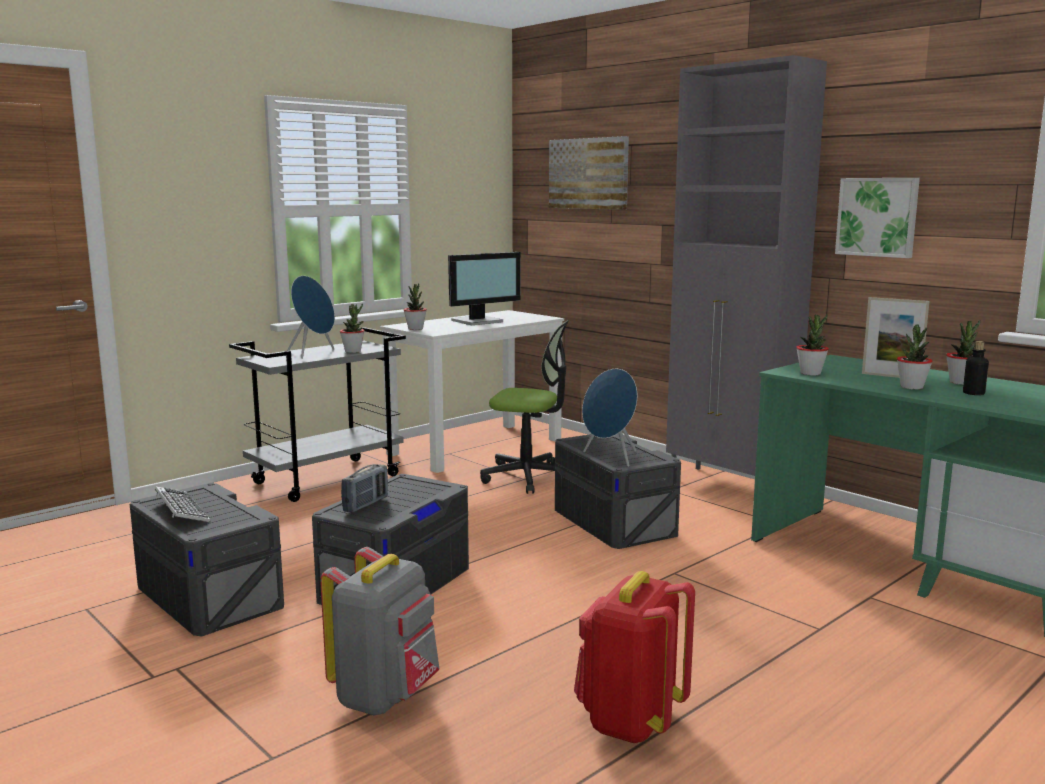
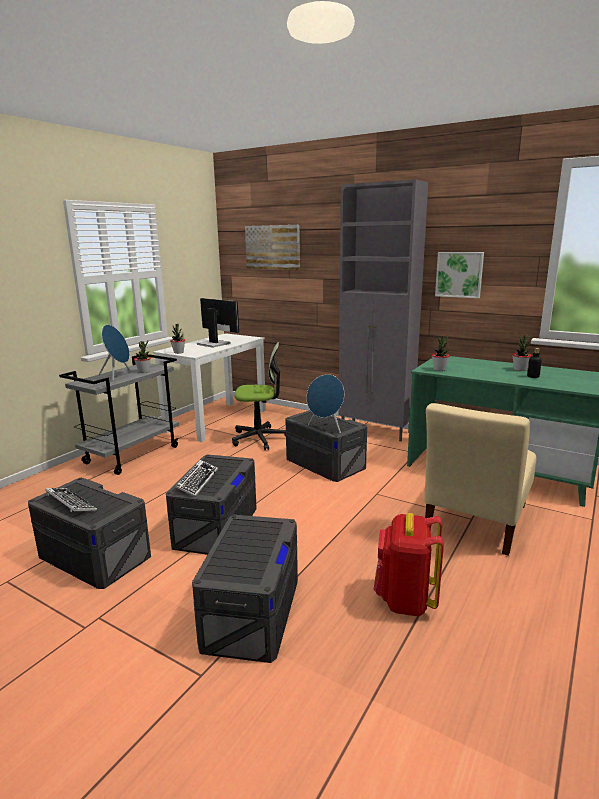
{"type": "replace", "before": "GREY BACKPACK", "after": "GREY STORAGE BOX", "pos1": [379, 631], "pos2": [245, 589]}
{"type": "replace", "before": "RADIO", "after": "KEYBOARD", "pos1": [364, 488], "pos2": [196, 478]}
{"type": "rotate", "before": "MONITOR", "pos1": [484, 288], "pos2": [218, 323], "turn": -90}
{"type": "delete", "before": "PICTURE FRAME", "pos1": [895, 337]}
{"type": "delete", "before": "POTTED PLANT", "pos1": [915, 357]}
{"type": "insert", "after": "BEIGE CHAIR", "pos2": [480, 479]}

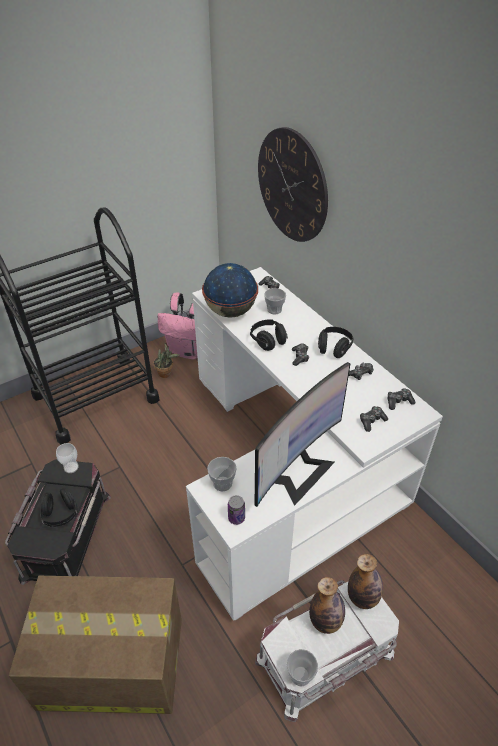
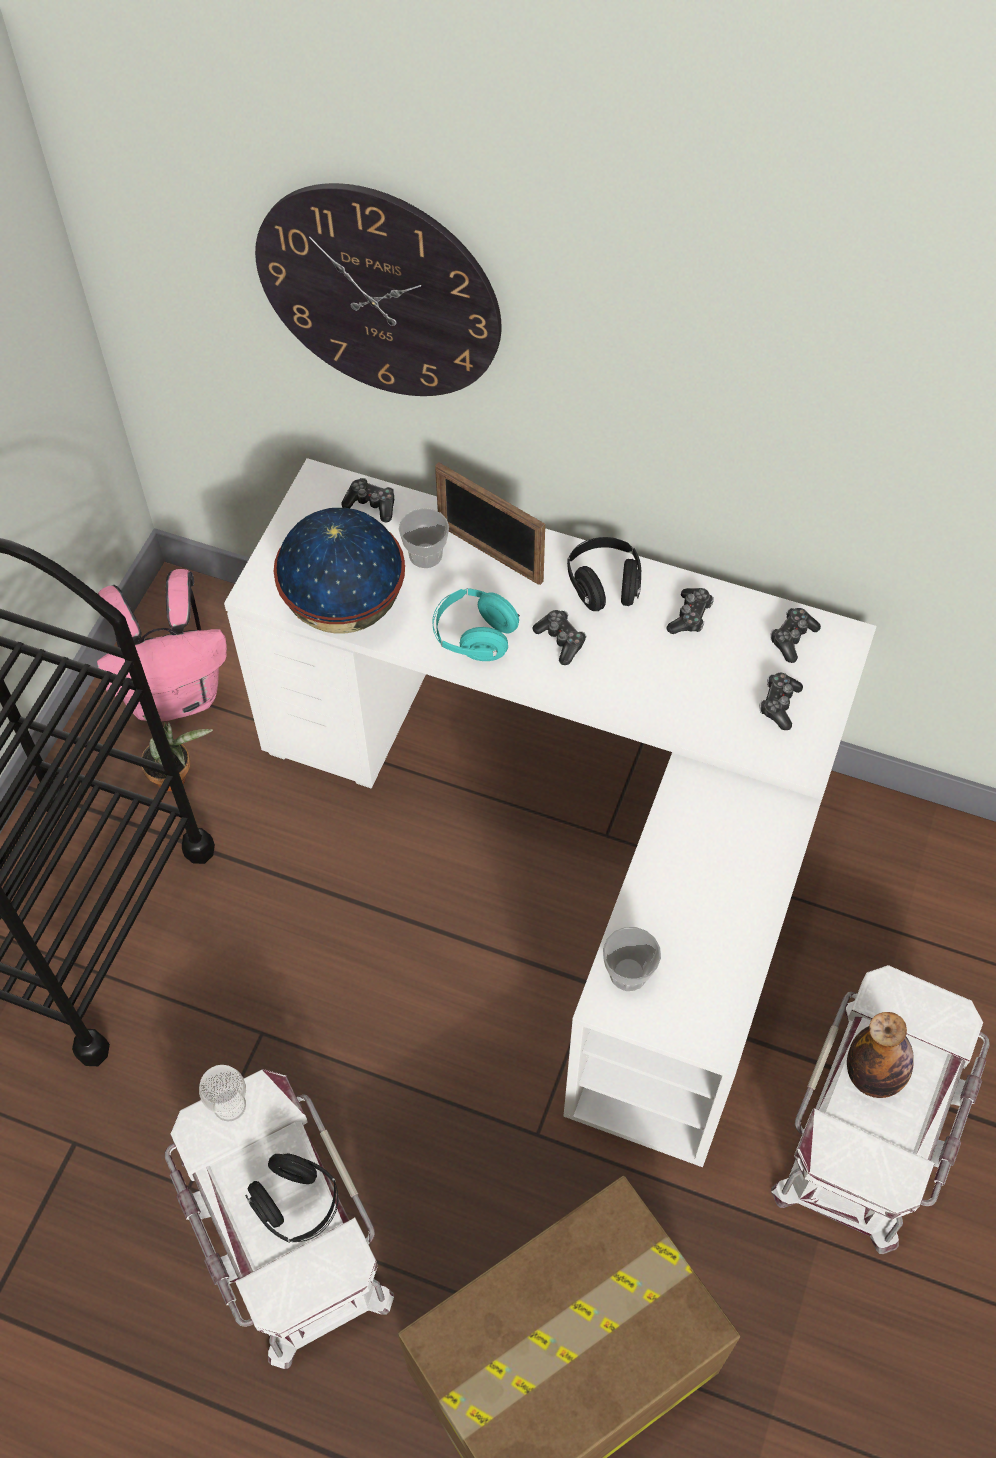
{"type": "recolor", "before": "BLACK STORAGE BOX", "after": "WHITE STORAGE BOX", "pos1": [58, 522], "pos2": [279, 1219]}
{"type": "delete", "before": "CAN", "pos1": [236, 510]}
{"type": "recolor", "before": "BLACK HEADPHONES", "after": "TURQUOISE HEADPHONES", "pos1": [269, 335], "pos2": [476, 624]}
{"type": "delete", "before": "MONITOR", "pos1": [303, 434]}
{"type": "delete", "before": "CUP", "pos1": [302, 668]}
{"type": "delete", "before": "BOTTLE", "pos1": [365, 581]}
{"type": "insert", "after": "PICTURE FRAME", "pos2": [490, 523]}

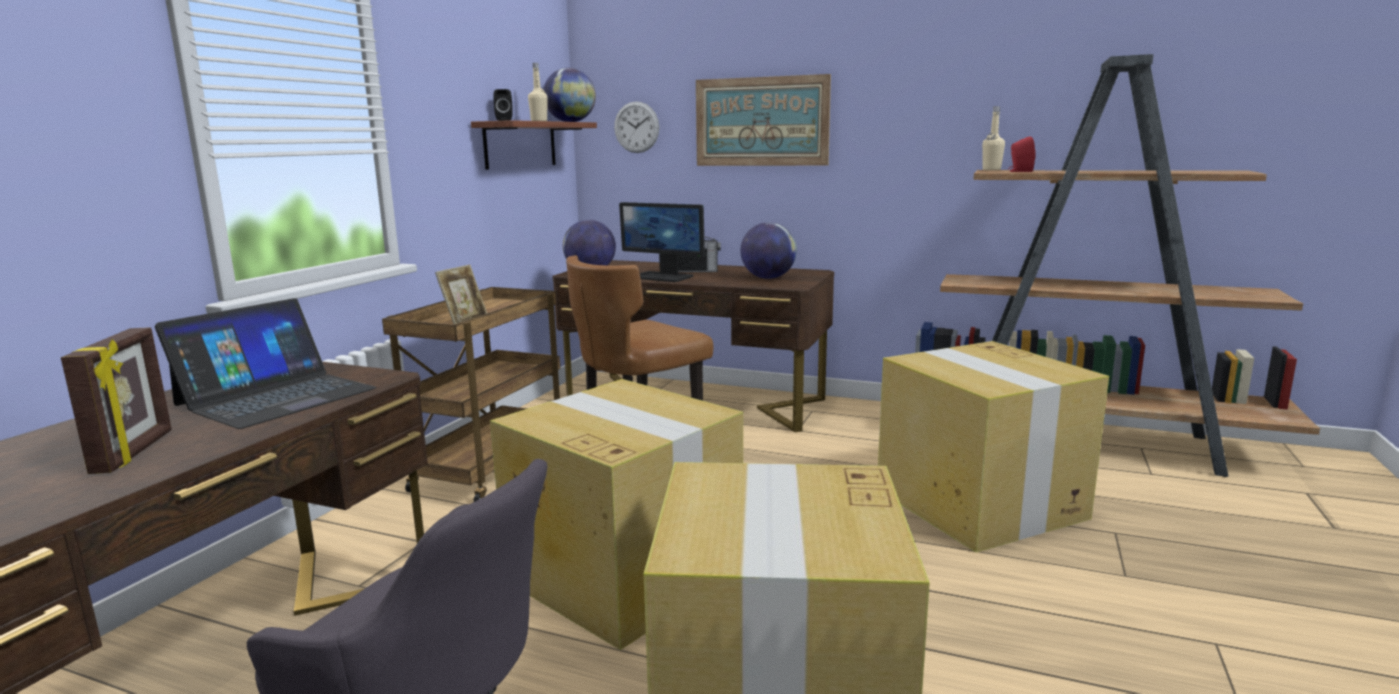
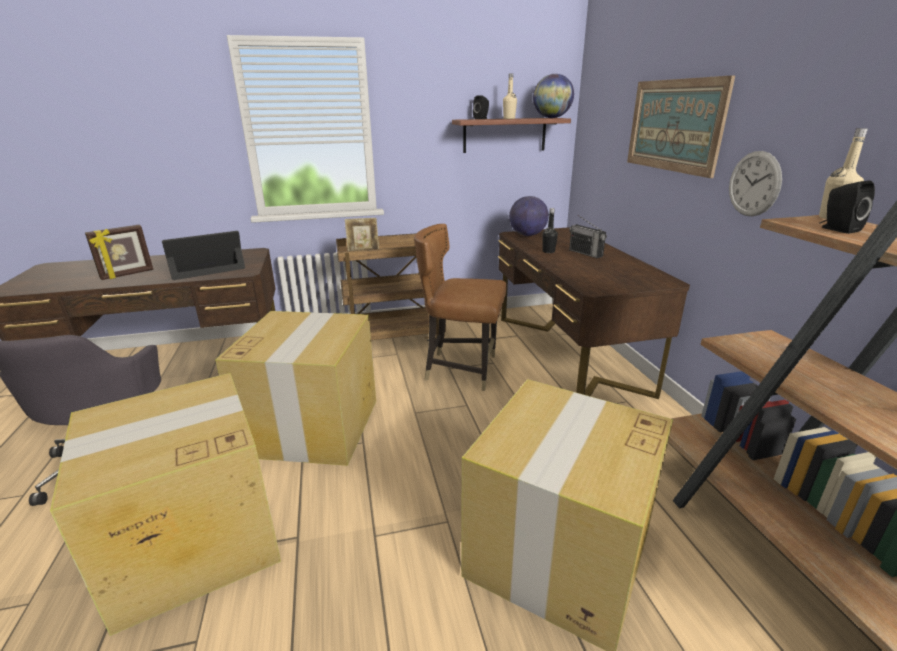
{"type": "rotate", "before": "LAPTOP", "pos1": [266, 363], "pos2": [203, 255], "turn": 150}
{"type": "move", "before": "WALL CLOCK", "pos1": [636, 127], "pos2": [755, 183]}
{"type": "replace", "before": "MONITOR", "after": "BLACK BOTTLE", "pos1": [662, 242], "pos2": [550, 230]}
{"type": "delete", "before": "GLOBE", "pos1": [769, 250]}
{"type": "recolor", "before": "RED SPEAKER", "after": "BLACK SPEAKER", "pos1": [1022, 154], "pos2": [847, 207]}

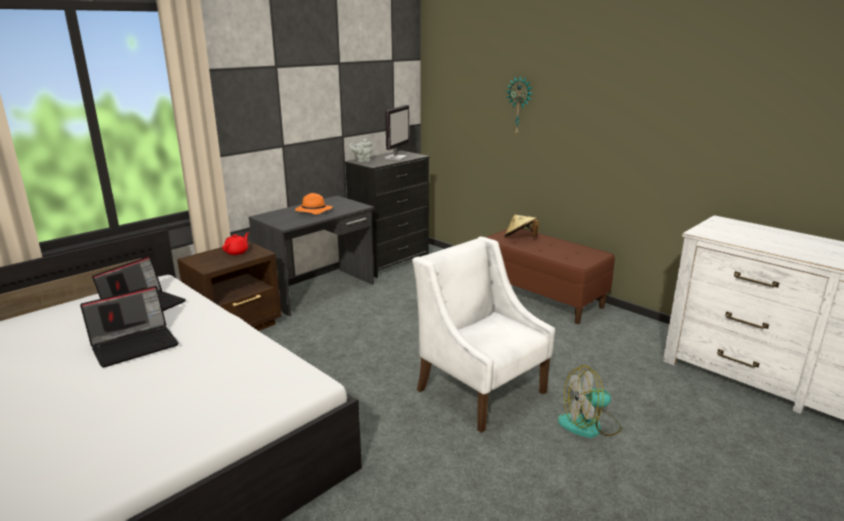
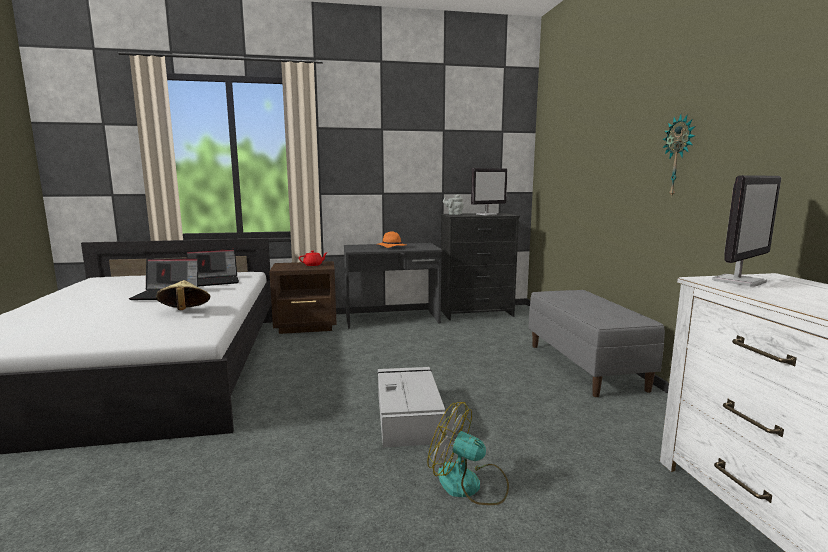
{"type": "replace", "before": "WHITE ARMCHAIR", "after": "GREY STORAGE BOX", "pos1": [483, 335], "pos2": [412, 407]}
{"type": "recolor", "before": "BROWN BENCH", "after": "GREY BENCH", "pos1": [550, 276], "pos2": [596, 343]}
{"type": "move", "before": "BEIGE HAT", "pos1": [521, 226], "pos2": [183, 295]}
{"type": "move", "before": "WALL CLOCK", "pos1": [519, 105], "pos2": [678, 156]}
{"type": "insert", "after": "MONITOR", "pos2": [746, 230]}

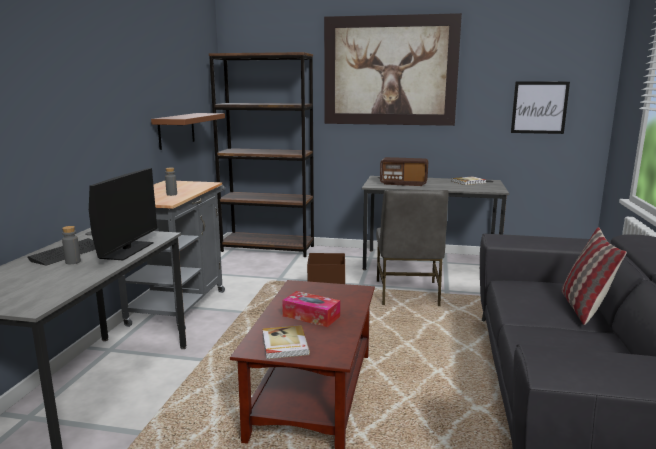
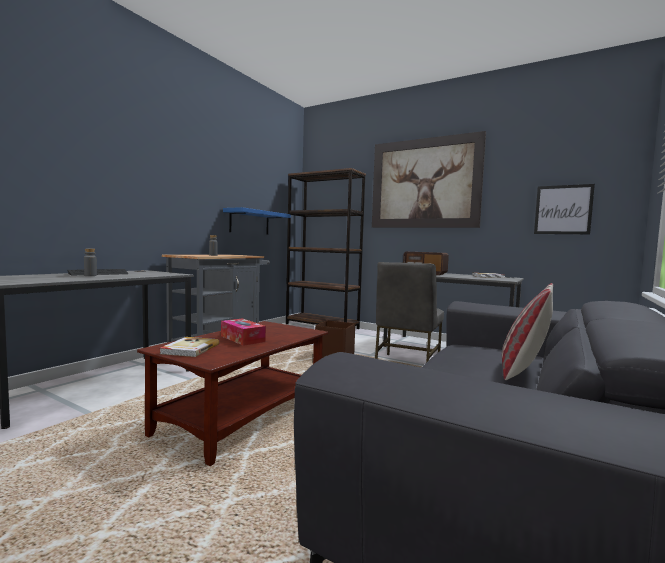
{"type": "delete", "before": "MONITOR", "pos1": [123, 214]}
{"type": "recolor", "before": "BROWN SHELF", "after": "BLUE SHELF", "pos1": [188, 131], "pos2": [257, 221]}

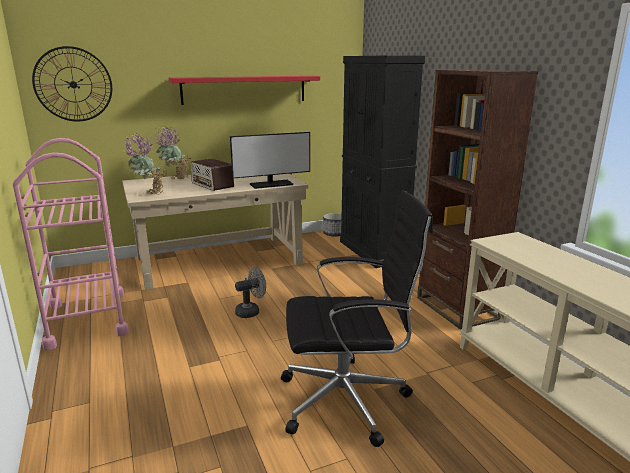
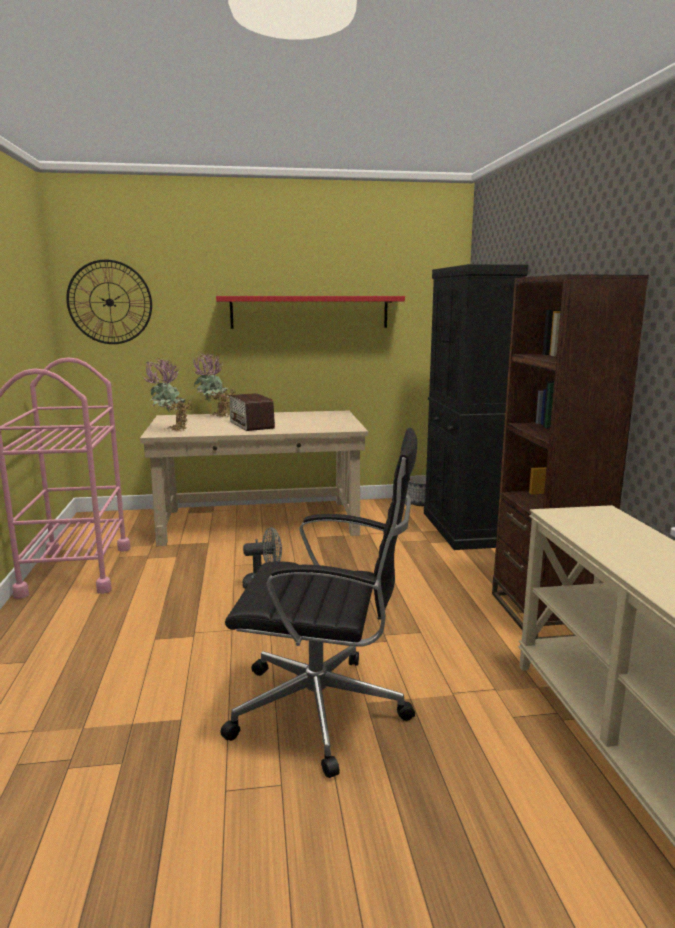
{"type": "delete", "before": "MONITOR", "pos1": [270, 160]}

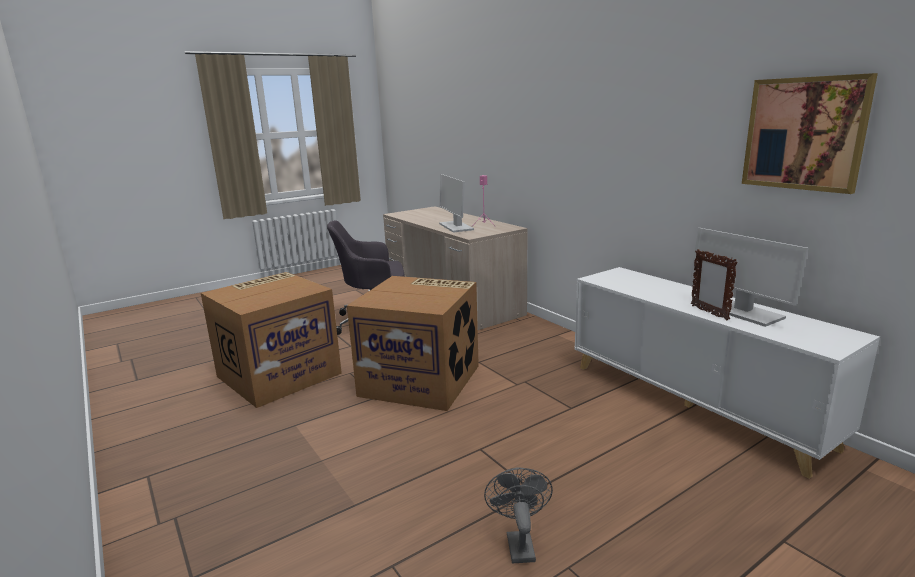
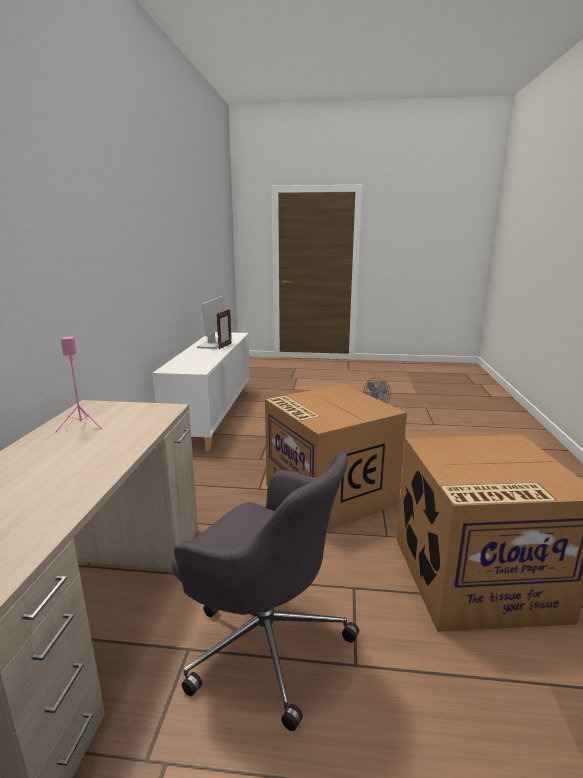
{"type": "delete", "before": "MONITOR", "pos1": [456, 203]}
{"type": "delete", "before": "PICTURE", "pos1": [810, 133]}

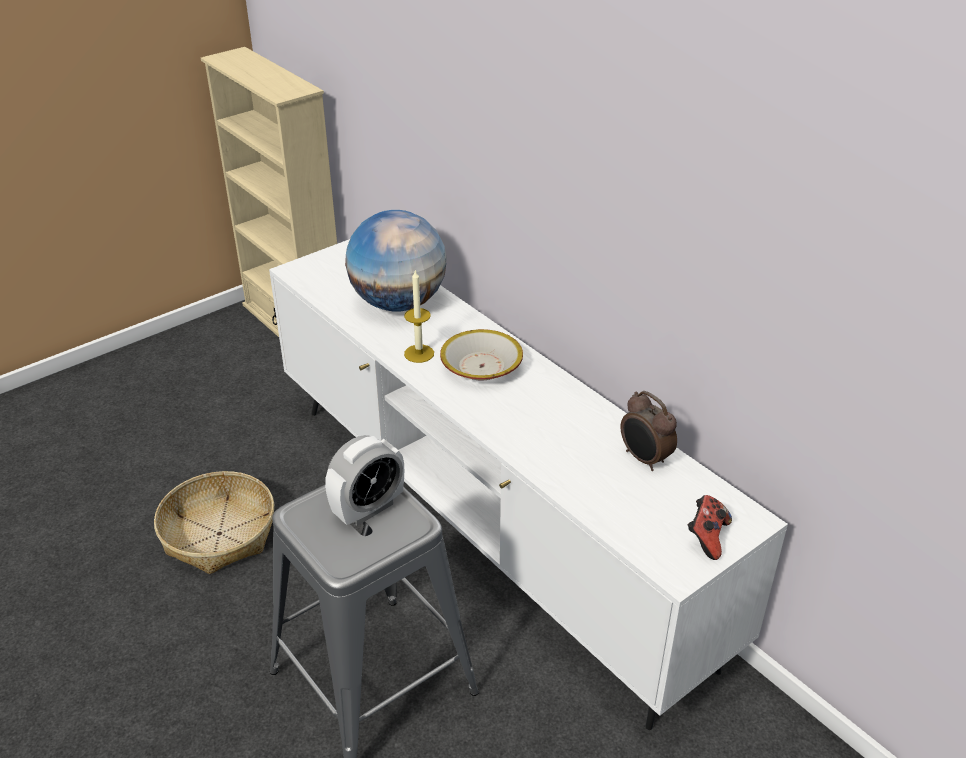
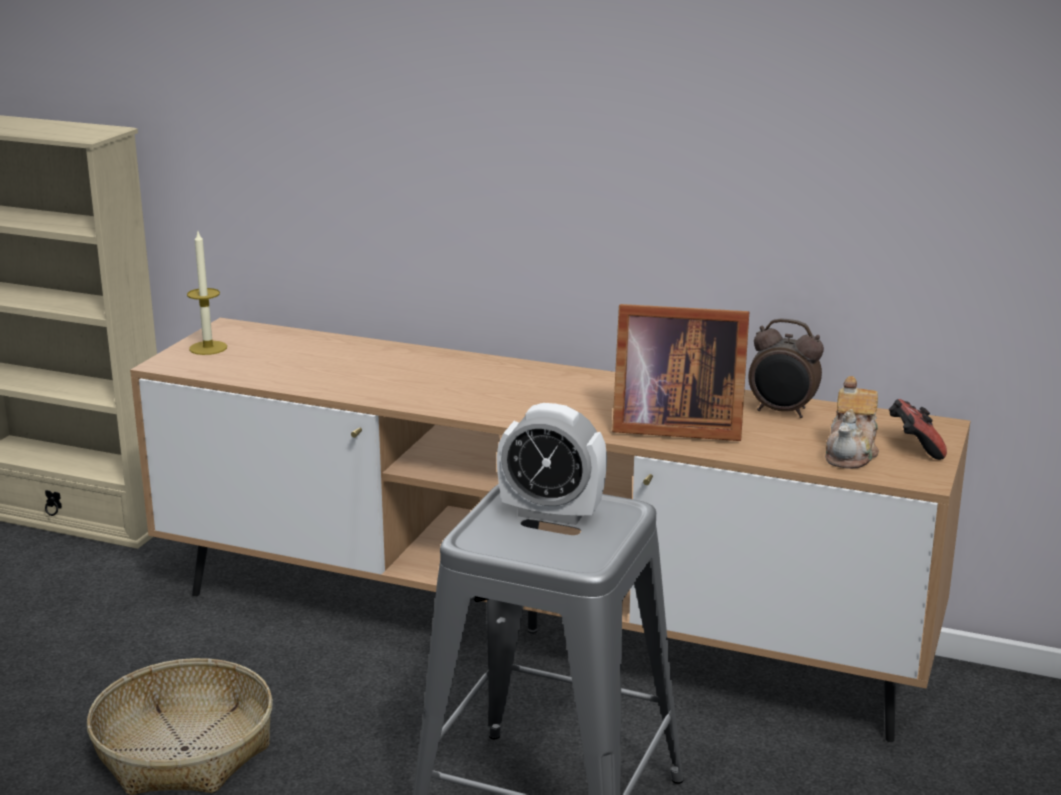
{"type": "recolor", "before": "WHITE TV STAND", "after": "BROWN TV STAND", "pos1": [528, 484], "pos2": [550, 530]}
{"type": "rotate", "before": "ALARM CLOCK", "pos1": [364, 480], "pos2": [552, 464], "turn": 90}
{"type": "delete", "before": "GLOBE", "pos1": [395, 260]}
{"type": "move", "before": "CANDLE", "pos1": [419, 316], "pos2": [207, 293]}
{"type": "delete", "before": "BOWL", "pos1": [481, 354]}
{"type": "insert", "after": "PICTURE FRAME", "pos2": [680, 372]}
{"type": "insert", "after": "TEAPOT", "pos2": [852, 422]}

